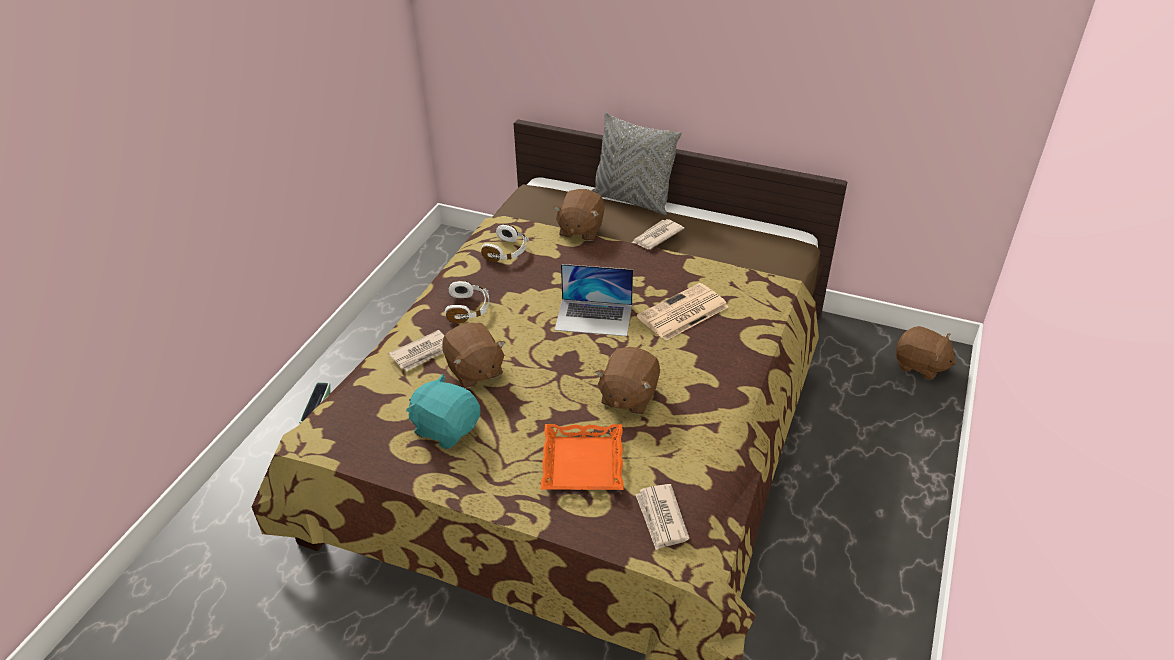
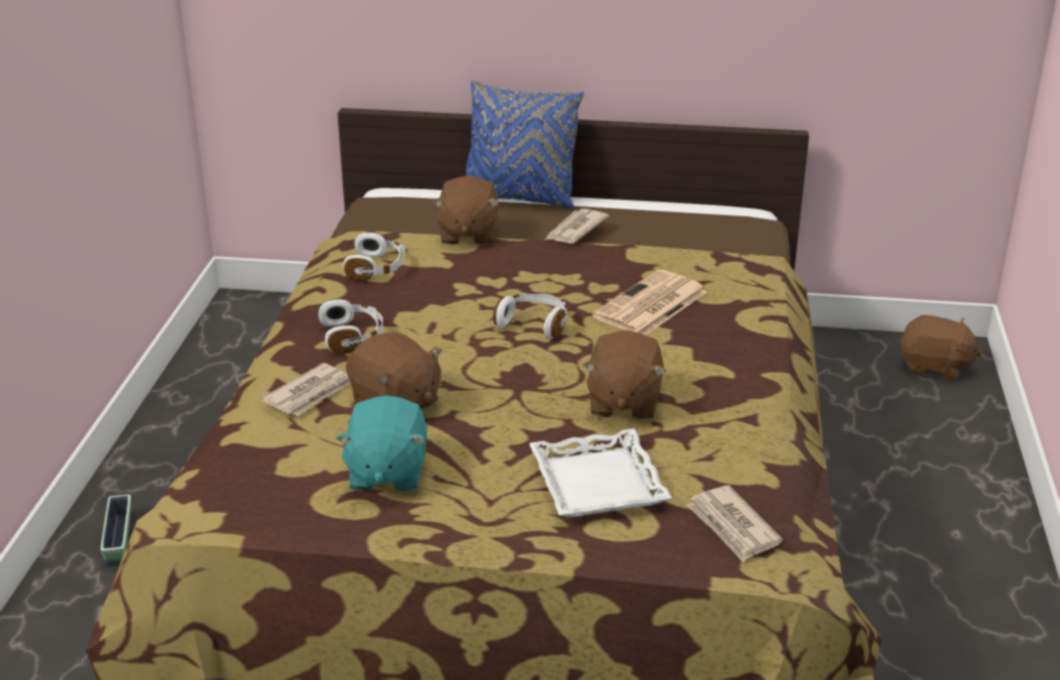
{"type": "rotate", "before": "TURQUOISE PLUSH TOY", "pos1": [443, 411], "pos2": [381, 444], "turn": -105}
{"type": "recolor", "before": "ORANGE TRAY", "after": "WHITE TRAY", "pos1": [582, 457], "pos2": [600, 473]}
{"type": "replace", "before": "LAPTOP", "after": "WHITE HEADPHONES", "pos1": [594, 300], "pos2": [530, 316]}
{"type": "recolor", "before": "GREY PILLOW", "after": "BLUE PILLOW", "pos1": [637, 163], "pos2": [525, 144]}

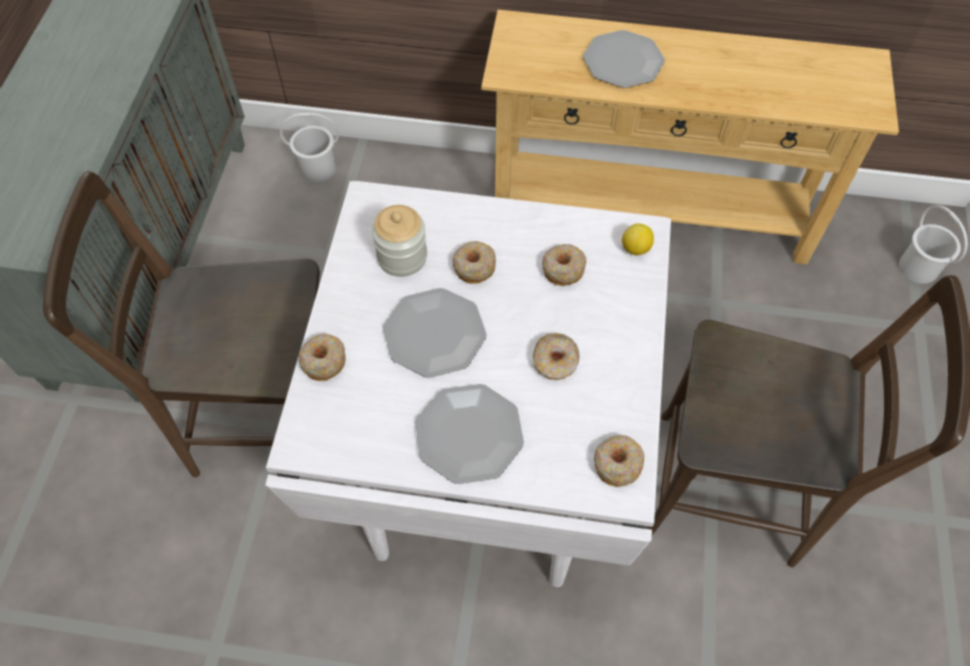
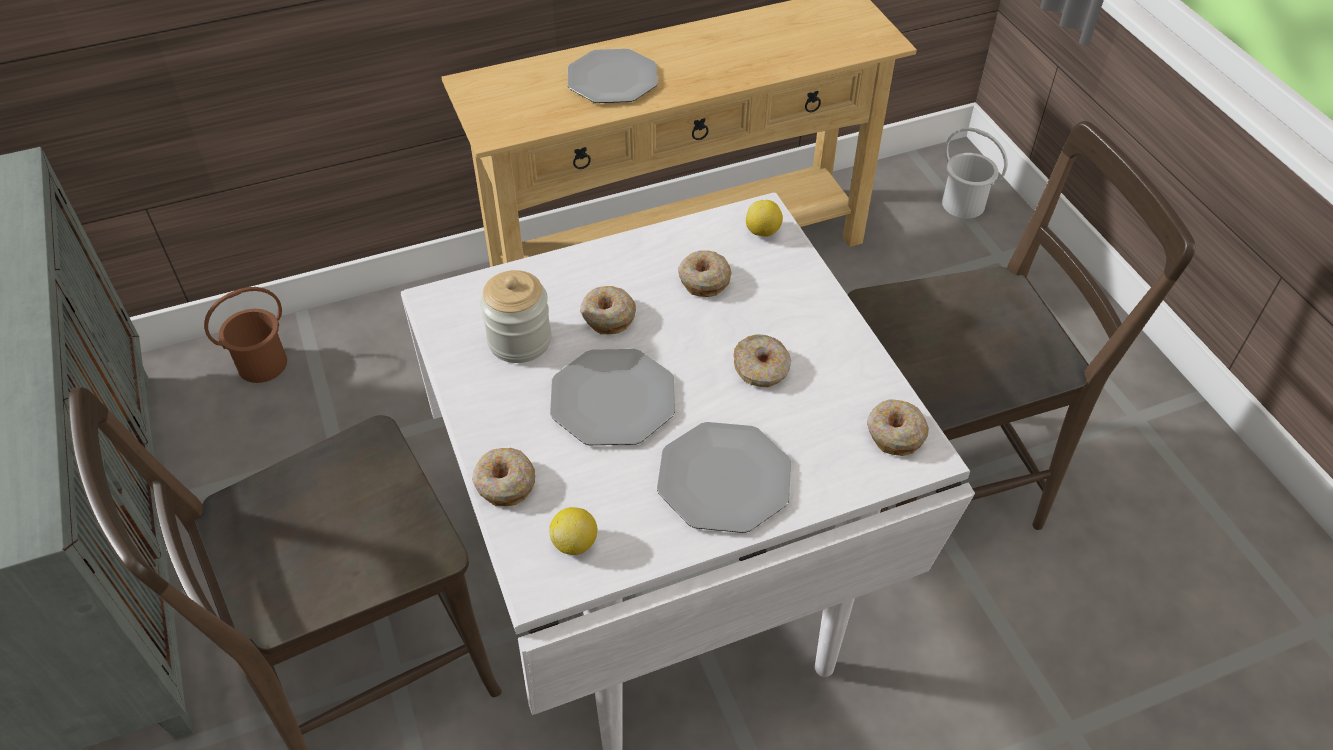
{"type": "recolor", "before": "WHITE BUCKET", "after": "BROWN BUCKET", "pos1": [309, 147], "pos2": [245, 335]}
{"type": "insert", "after": "LEMON", "pos2": [573, 531]}

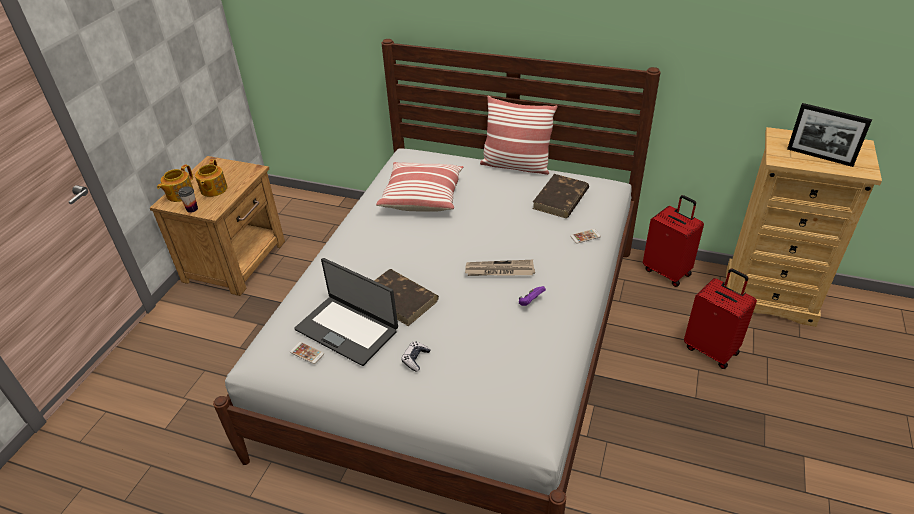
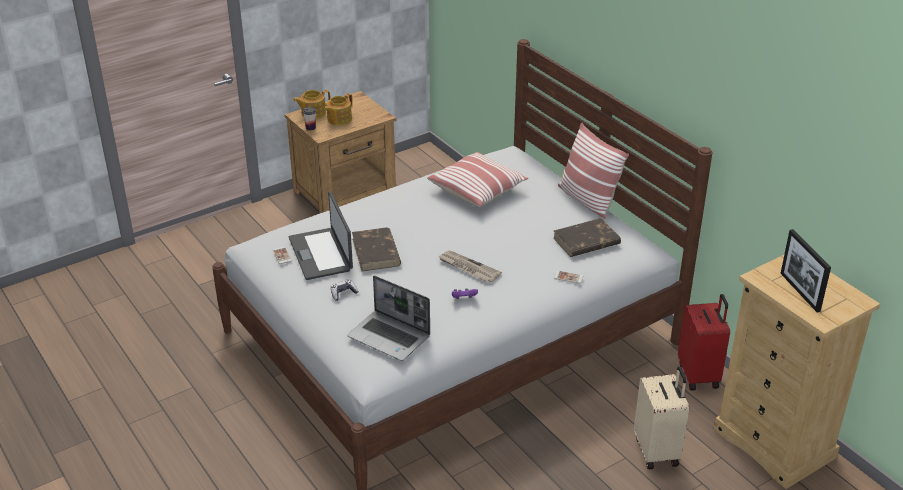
{"type": "recolor", "before": "RED SUITCASE", "after": "BEIGE SUITCASE", "pos1": [720, 318], "pos2": [661, 418]}
{"type": "insert", "after": "LAPTOP", "pos2": [388, 318]}

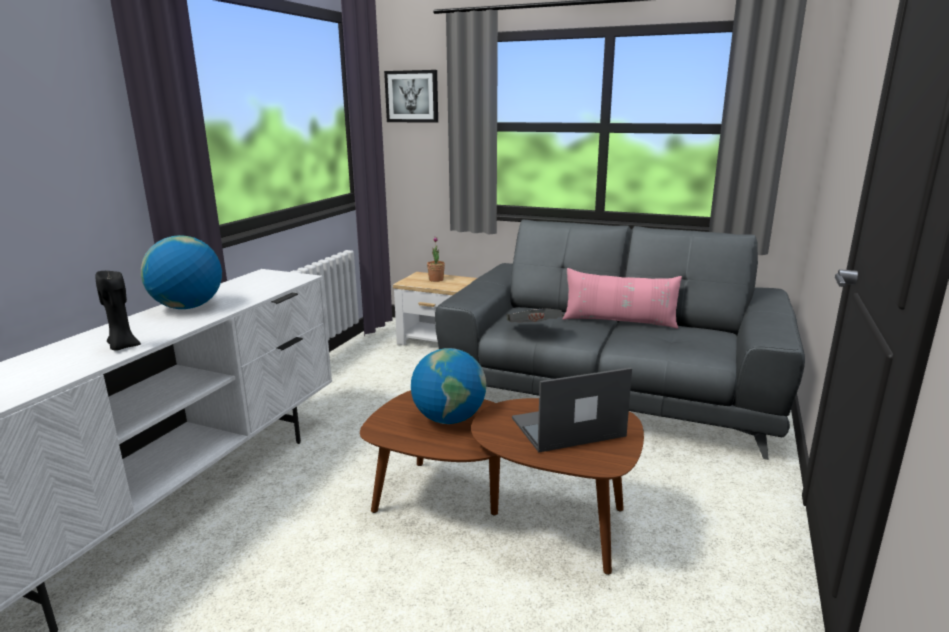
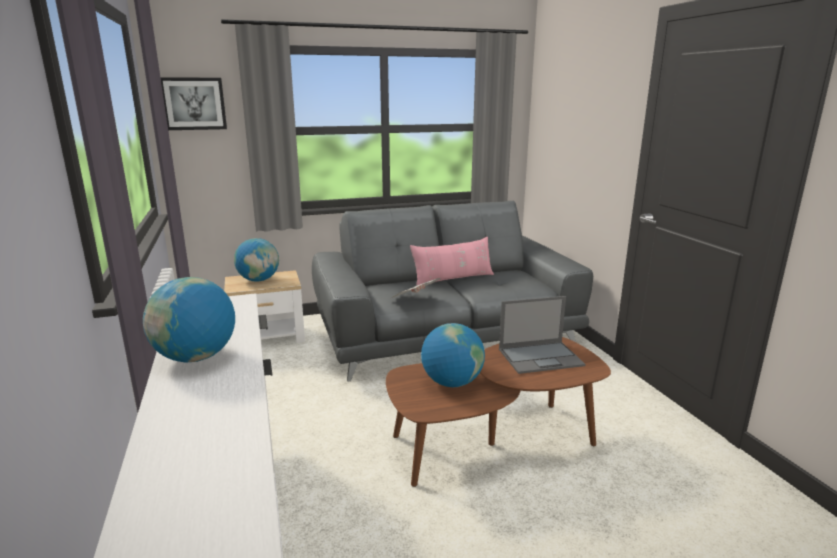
{"type": "delete", "before": "BLACK CANDLE", "pos1": [118, 310]}
{"type": "replace", "before": "POTTED PLANT", "after": "GLOBE", "pos1": [436, 259], "pos2": [256, 260]}
{"type": "rotate", "before": "LAPTOP", "pos1": [572, 410], "pos2": [542, 335], "turn": -135}

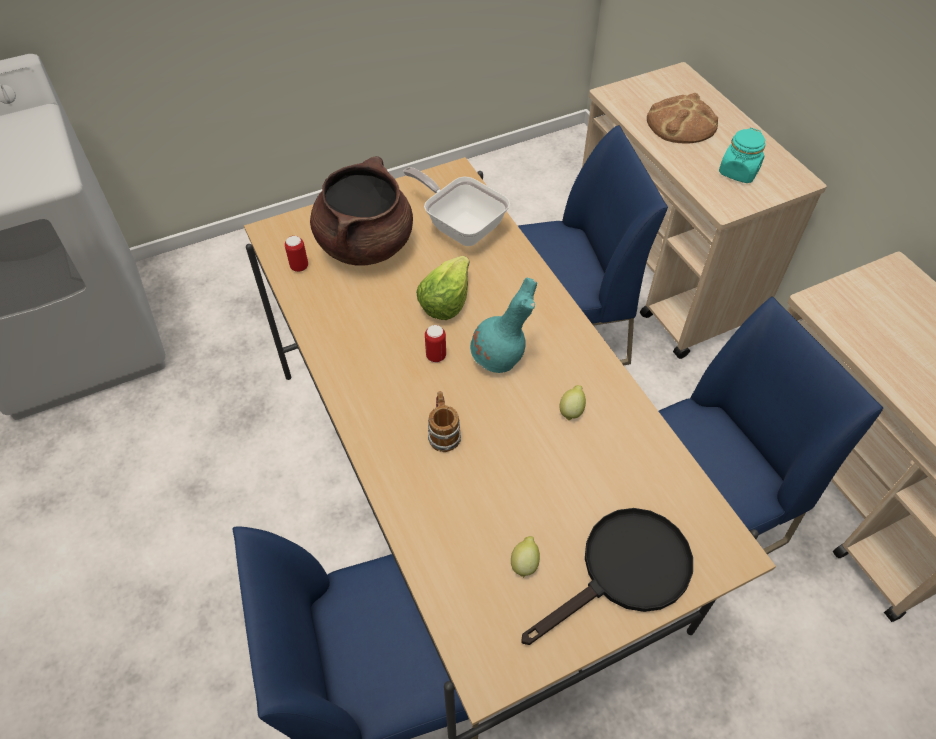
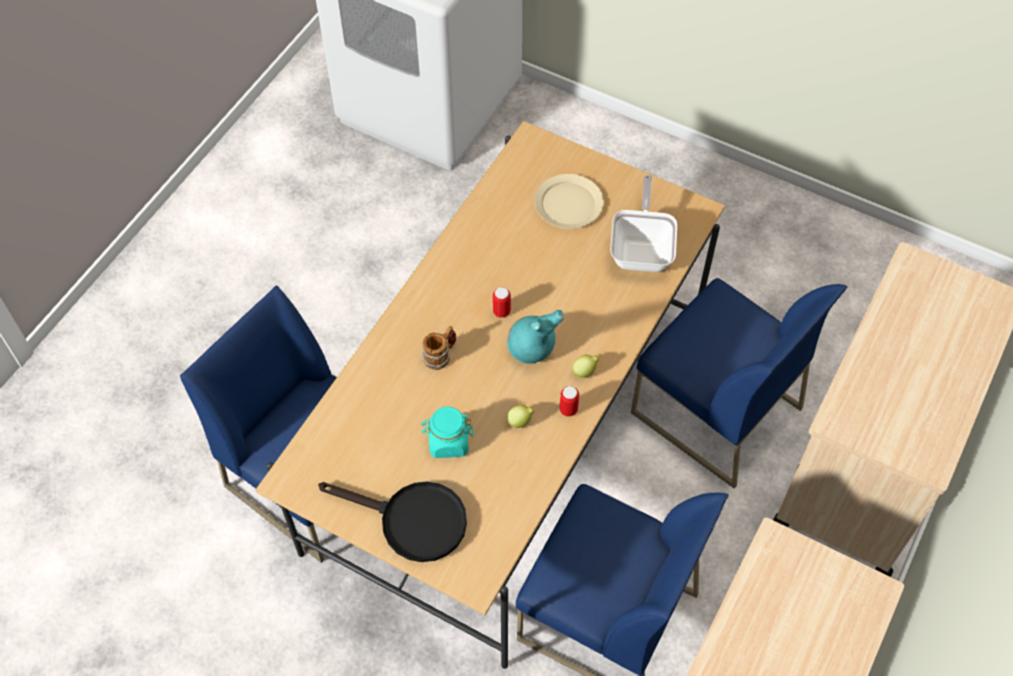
{"type": "move", "before": "CAN", "pos1": [296, 254], "pos2": [569, 401]}
{"type": "replace", "before": "BROWN COOKING POT", "after": "BEIGE PLATE", "pos1": [361, 211], "pos2": [569, 201]}
{"type": "delete", "before": "LETTUCE", "pos1": [443, 288]}
{"type": "move", "before": "LEMON", "pos1": [525, 557], "pos2": [585, 366]}
{"type": "delete", "before": "BREAD", "pos1": [682, 118]}
{"type": "move", "before": "TURQUOISE JAR", "pos1": [742, 155], "pos2": [447, 432]}

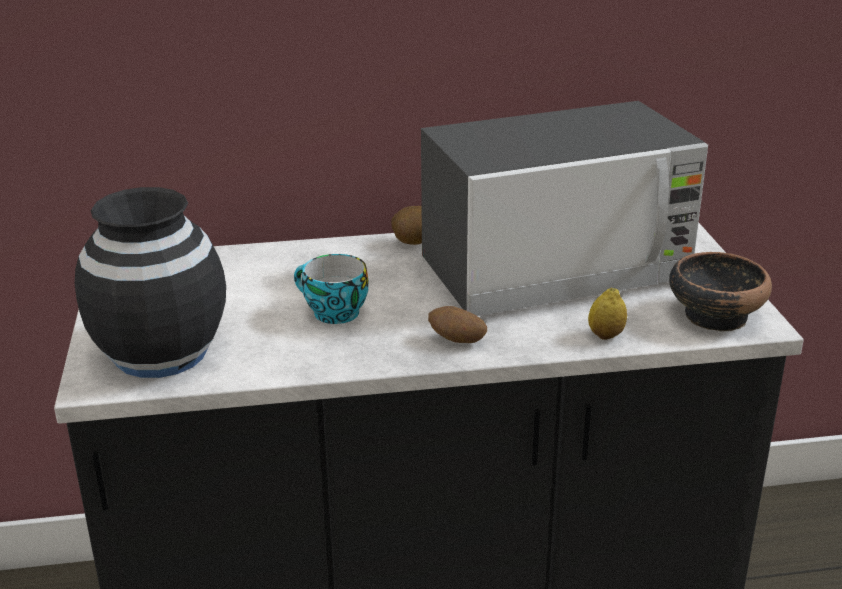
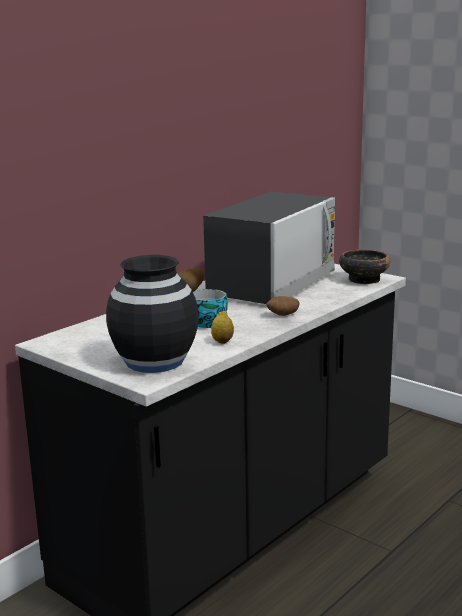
{"type": "move", "before": "LEMON", "pos1": [607, 314], "pos2": [222, 327]}

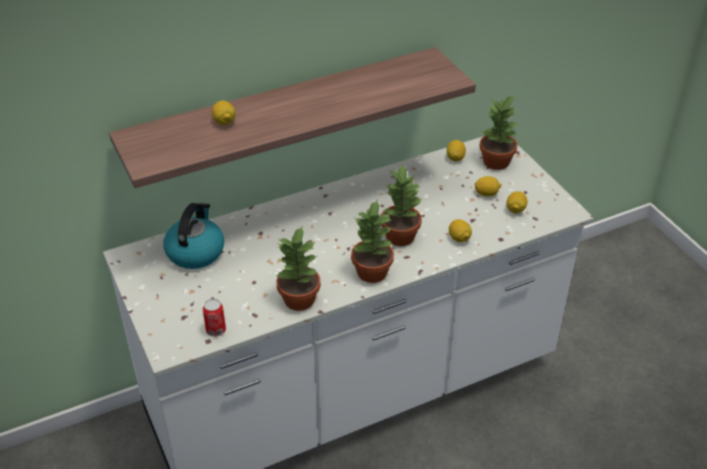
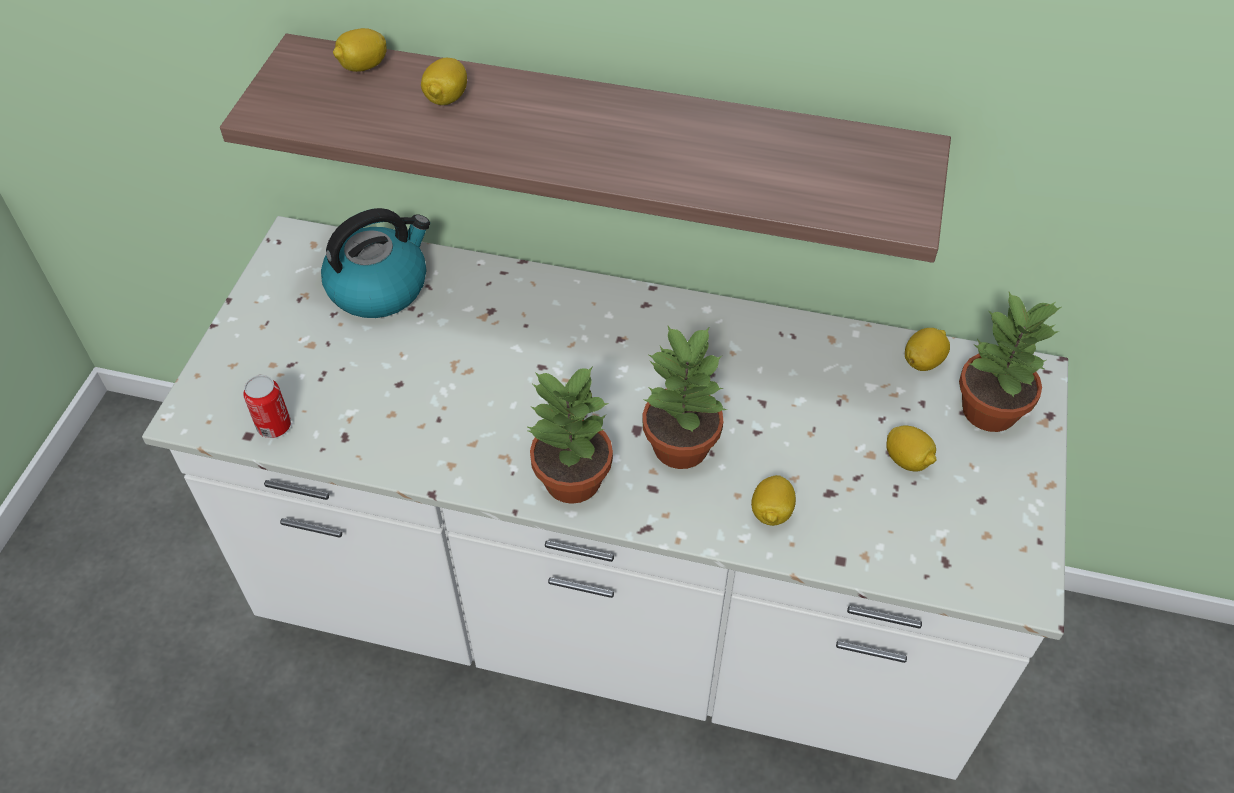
{"type": "delete", "before": "POTTED PLANT", "pos1": [298, 269]}
{"type": "move", "before": "LEMON", "pos1": [517, 202], "pos2": [360, 50]}

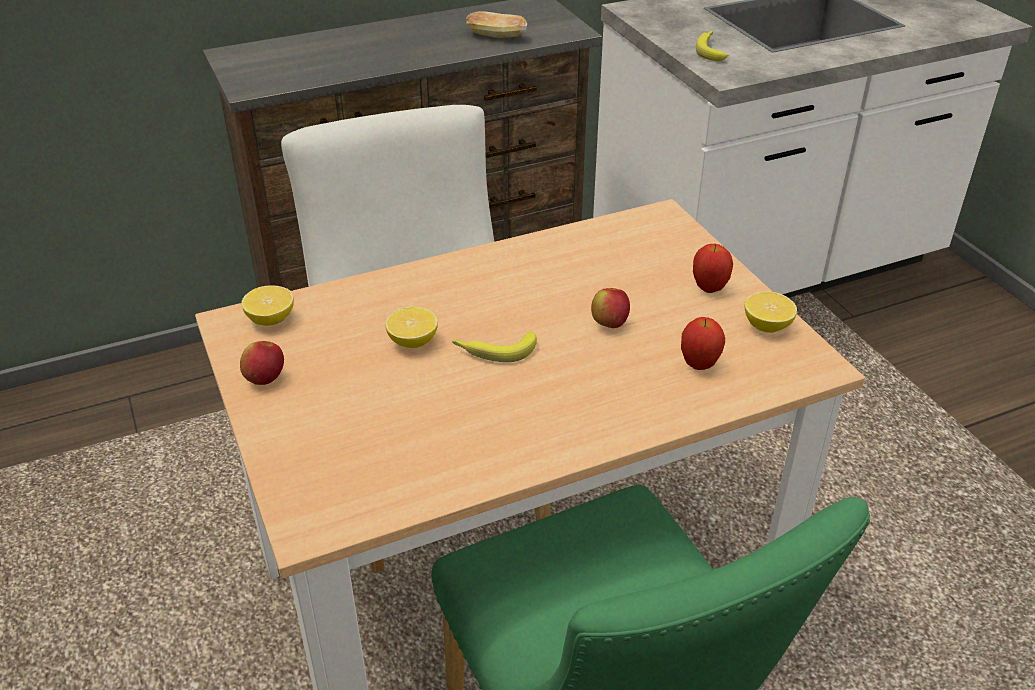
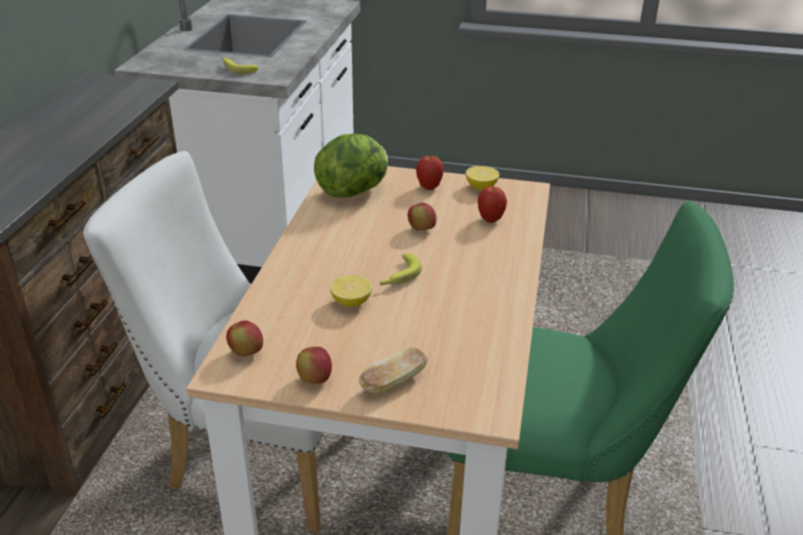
{"type": "replace", "before": "LEMON", "after": "APPLE", "pos1": [267, 305], "pos2": [244, 338]}
{"type": "move", "before": "BREAD", "pos1": [496, 24], "pos2": [393, 370]}
{"type": "insert", "after": "LETTUCE", "pos2": [351, 166]}

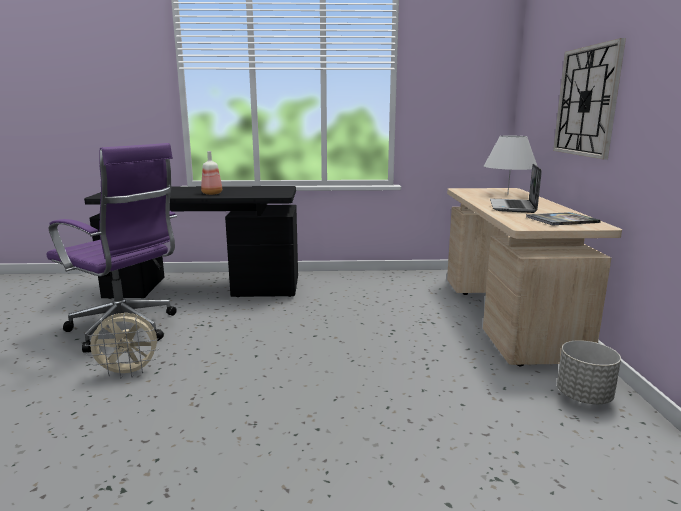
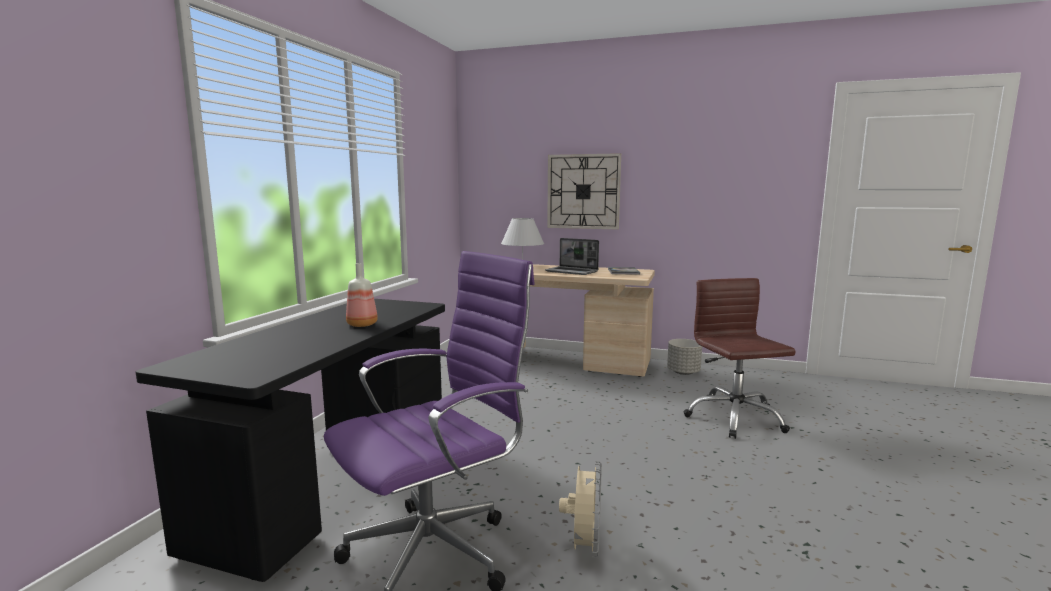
{"type": "insert", "after": "BROWN OFFICE CHAIR", "pos2": [740, 358]}

